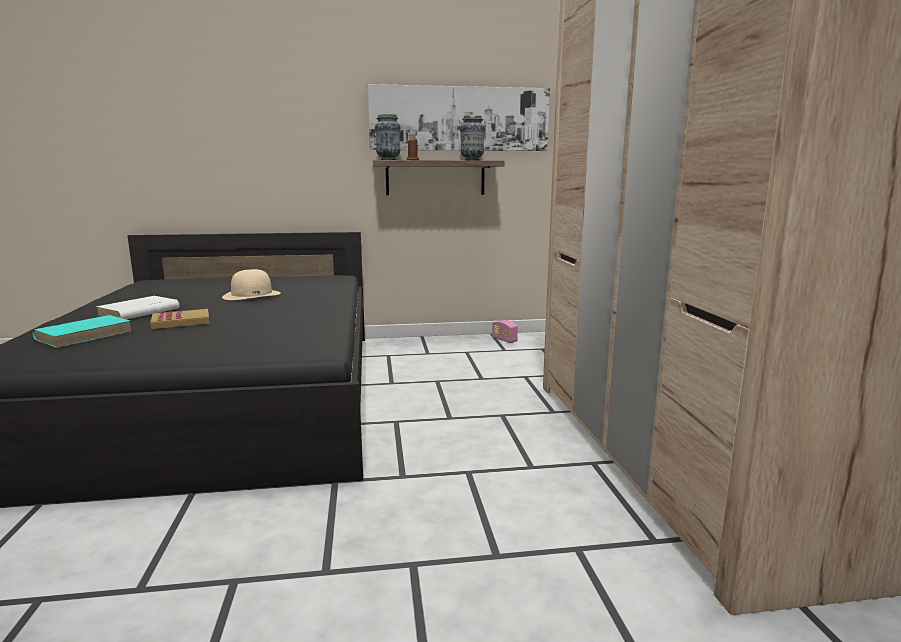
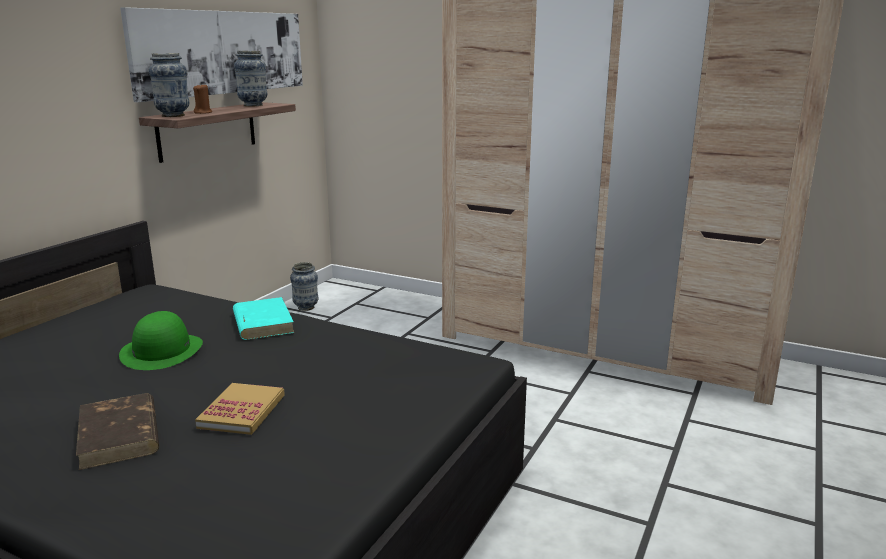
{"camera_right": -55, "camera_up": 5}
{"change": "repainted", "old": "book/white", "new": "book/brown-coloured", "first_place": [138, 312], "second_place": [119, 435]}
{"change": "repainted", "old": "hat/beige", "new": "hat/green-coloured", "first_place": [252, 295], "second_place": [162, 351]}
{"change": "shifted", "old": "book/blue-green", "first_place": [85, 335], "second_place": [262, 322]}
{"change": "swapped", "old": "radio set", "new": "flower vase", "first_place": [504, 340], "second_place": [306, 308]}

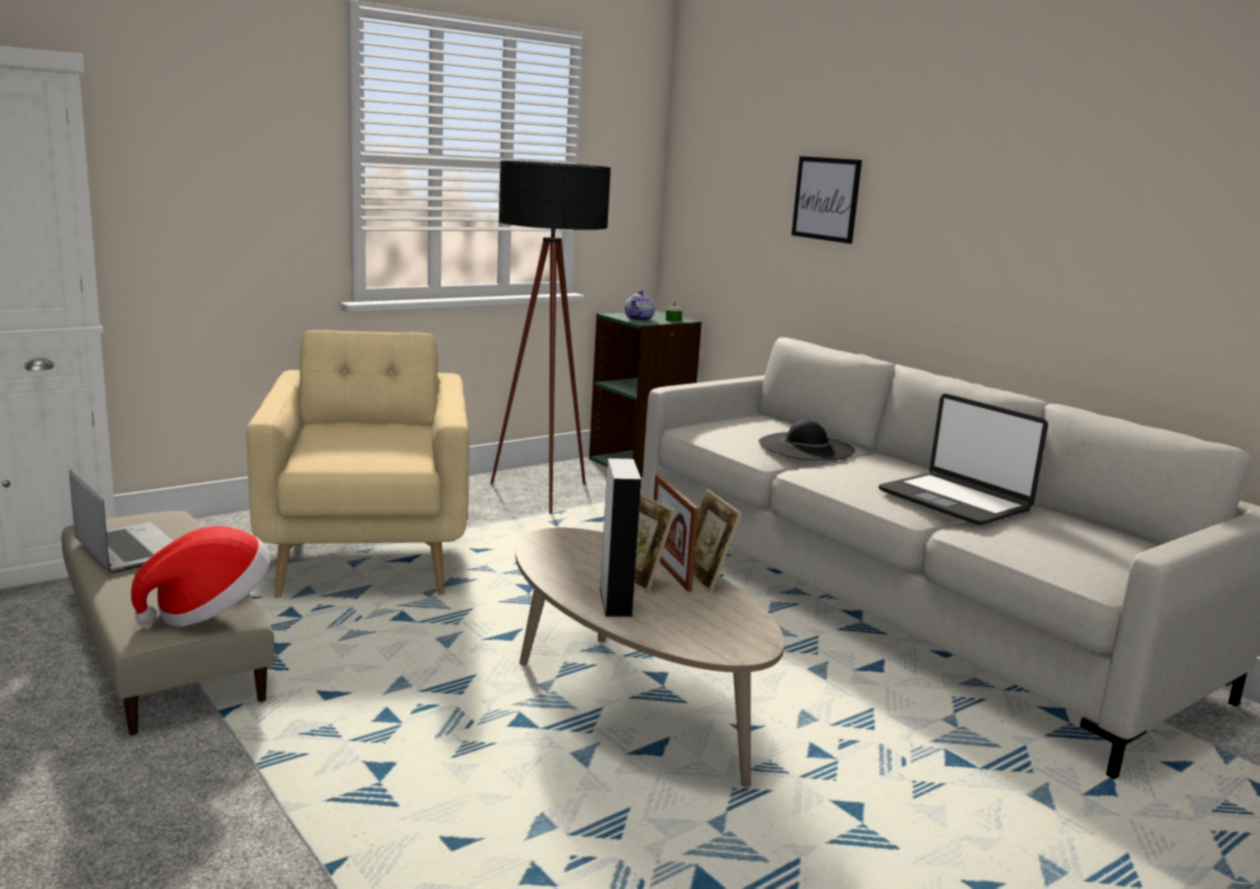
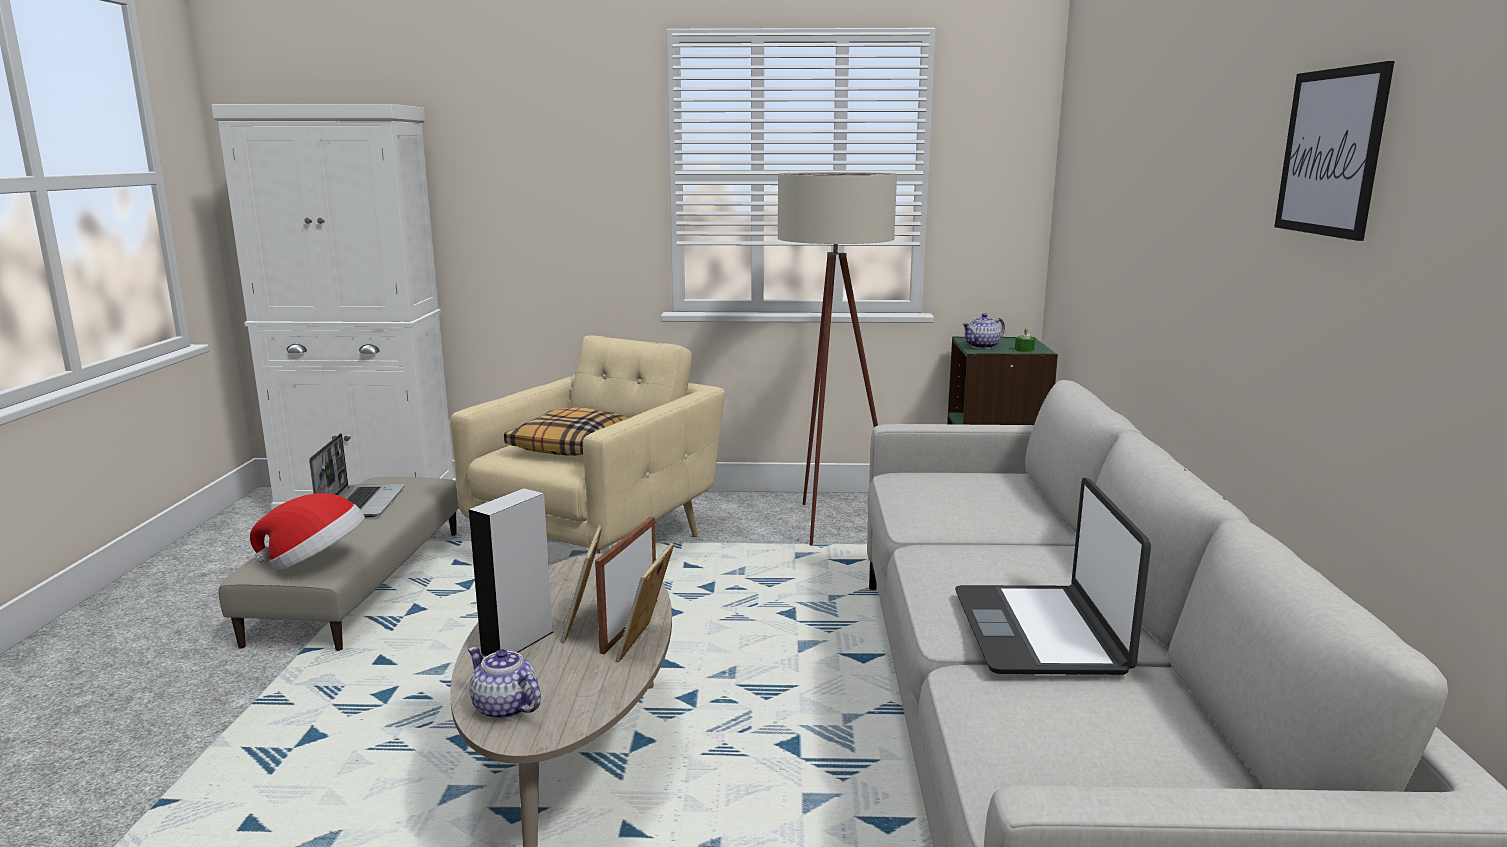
{"camera_right": 40, "camera_up": 0}
{"change": "new", "new": "teapot", "second_place": [505, 708]}
{"change": "new", "new": "throw pillow", "second_place": [573, 446]}
{"change": "repainted", "old": "standing lamp/black", "new": "standing lamp/beige", "first_place": [542, 498], "second_place": [830, 528]}
{"change": "shifted", "old": "wall picture", "first_place": [826, 199], "second_place": [1331, 152]}
{"change": "gone", "old": "hat/black", "first_place": [806, 447]}

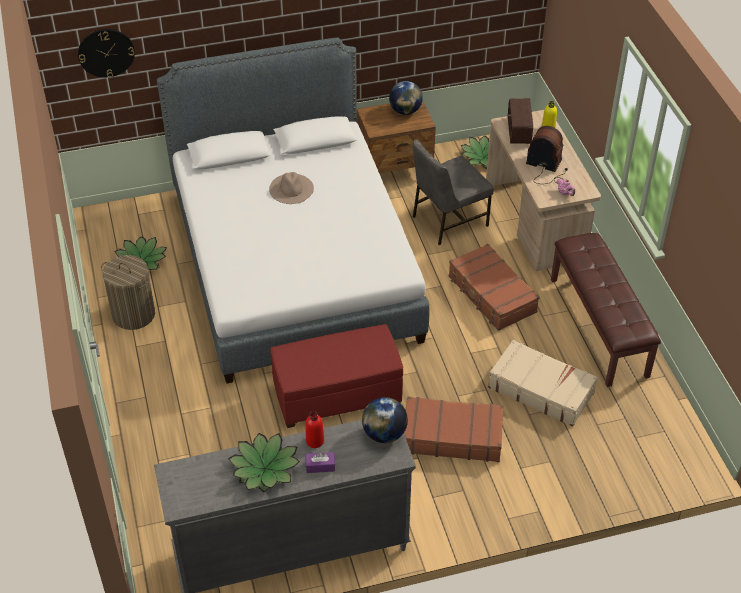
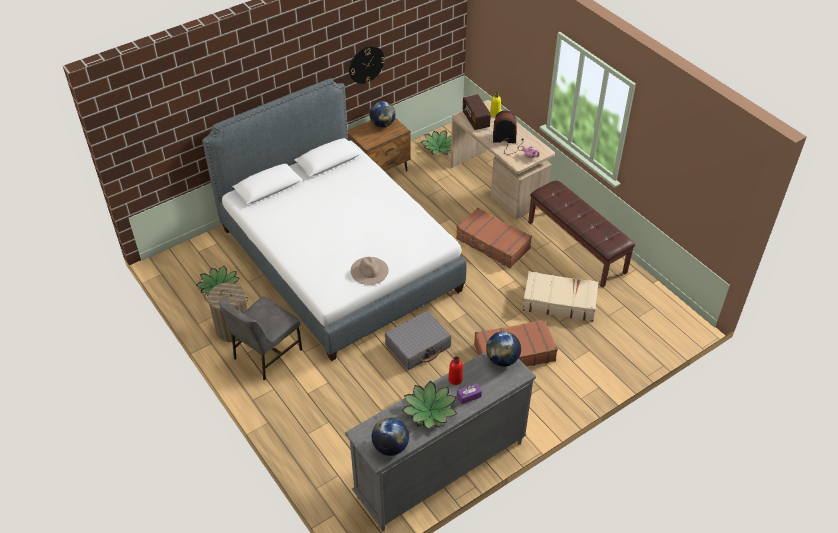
{"camera_right": -20, "camera_up": 0}
{"change": "shifted", "old": "plain chair/greyish", "first_place": [448, 220], "second_place": [266, 354]}
{"change": "shifted", "old": "wall clock", "first_place": [106, 52], "second_place": [366, 64]}
{"change": "shifted", "old": "hat/beige", "first_place": [291, 188], "second_place": [369, 270]}
{"change": "new", "new": "world globe", "second_place": [390, 447]}
{"change": "swapped", "old": "footrest/red-coloured", "new": "travel case/greyish", "first_place": [337, 395], "second_place": [418, 346]}

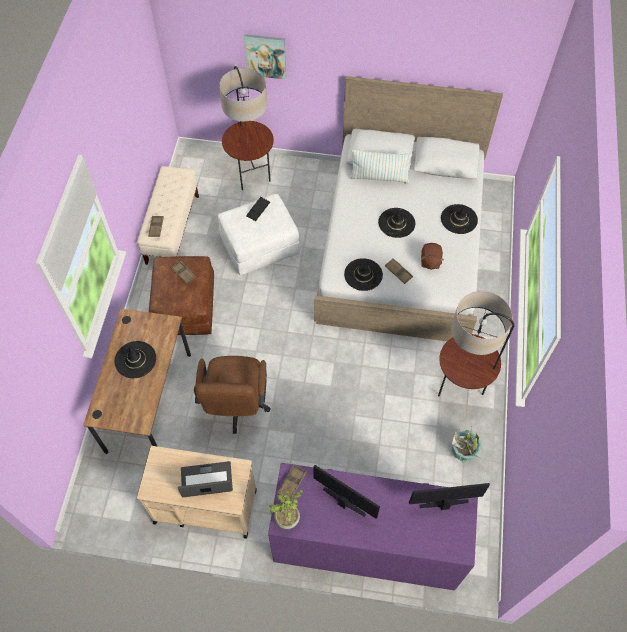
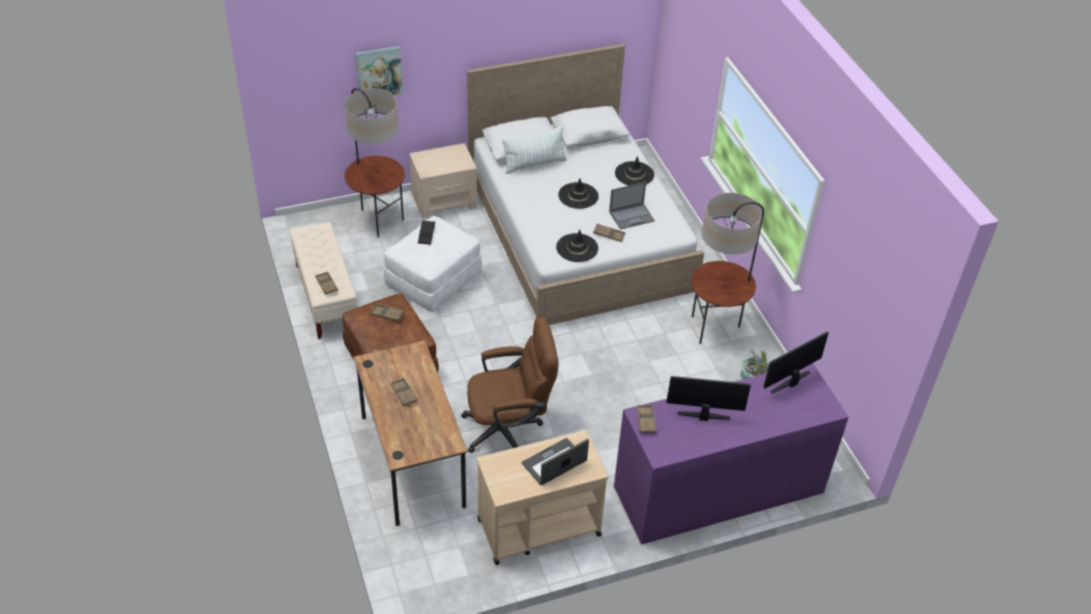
{"camera_right": -30, "camera_up": -15}
{"change": "swapped", "old": "hat/black", "new": "carrying tray/brown-coloured", "first_place": [135, 360], "second_place": [404, 394]}
{"change": "new", "new": "night table/beige", "second_place": [444, 200]}
{"change": "rotated", "old": "office chair/brown-coloured", "first_place": [236, 407], "second_place": [509, 428], "degrees": -75}
{"change": "swapped", "old": "soft toy/brown-coloured", "new": "laptop", "first_place": [430, 261], "second_place": [632, 216]}
{"change": "gone", "old": "houseplant", "first_place": [287, 519]}

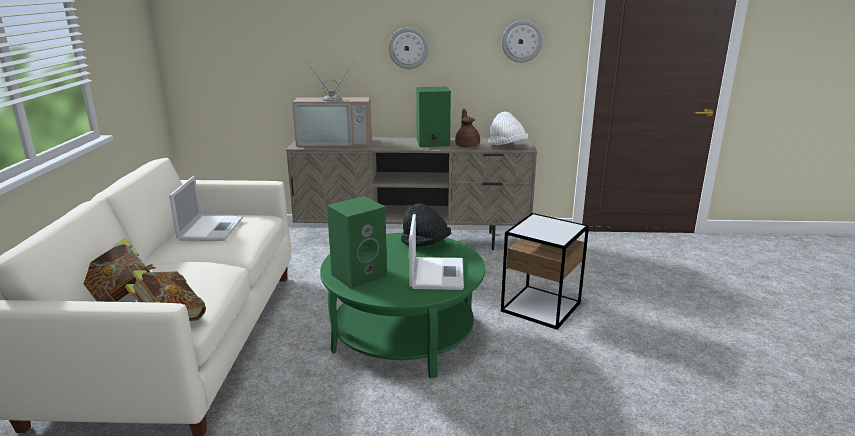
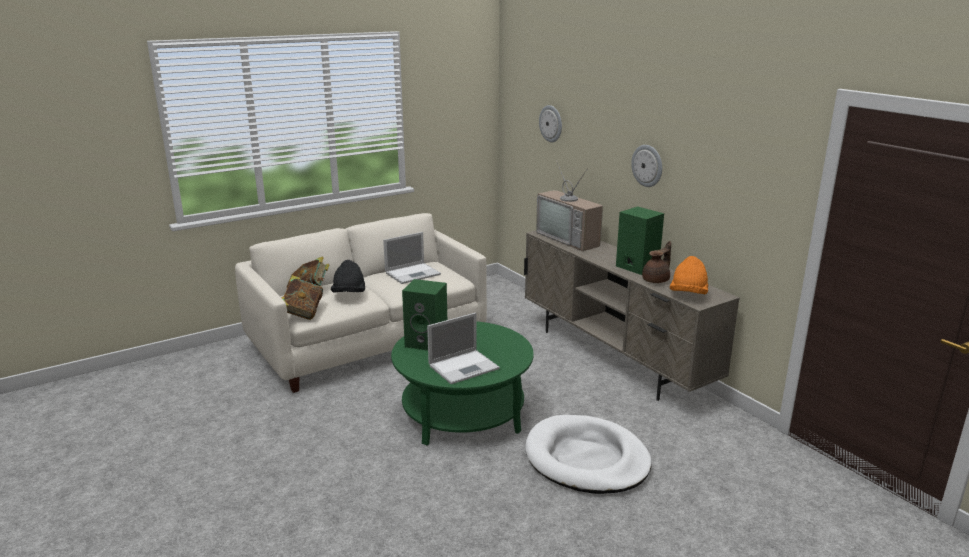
{"camera_right": 55, "camera_up": 0}
{"change": "shifted", "old": "hat/black", "first_place": [425, 244], "second_place": [349, 294]}
{"change": "swapped", "old": "accent table", "new": "dog bed/white", "first_place": [541, 307], "second_place": [586, 459]}
{"change": "shifted", "old": "wall clock", "first_place": [522, 41], "second_place": [551, 123]}
{"change": "repainted", "old": "hat/white", "new": "hat/orange-coloured", "first_place": [507, 146], "second_place": [688, 295]}

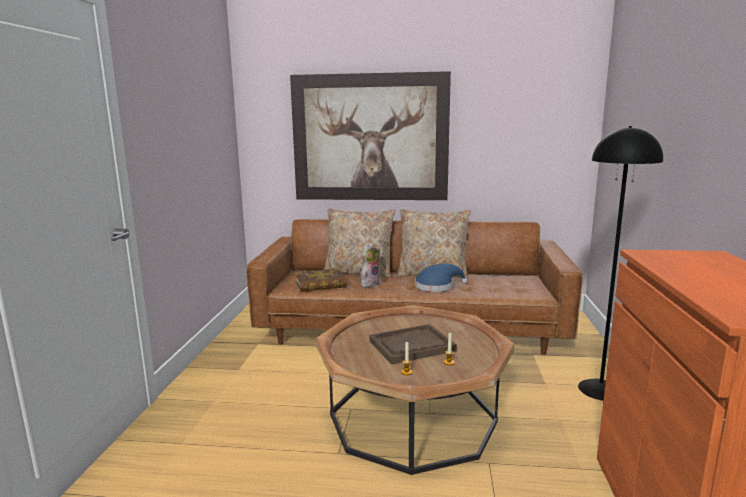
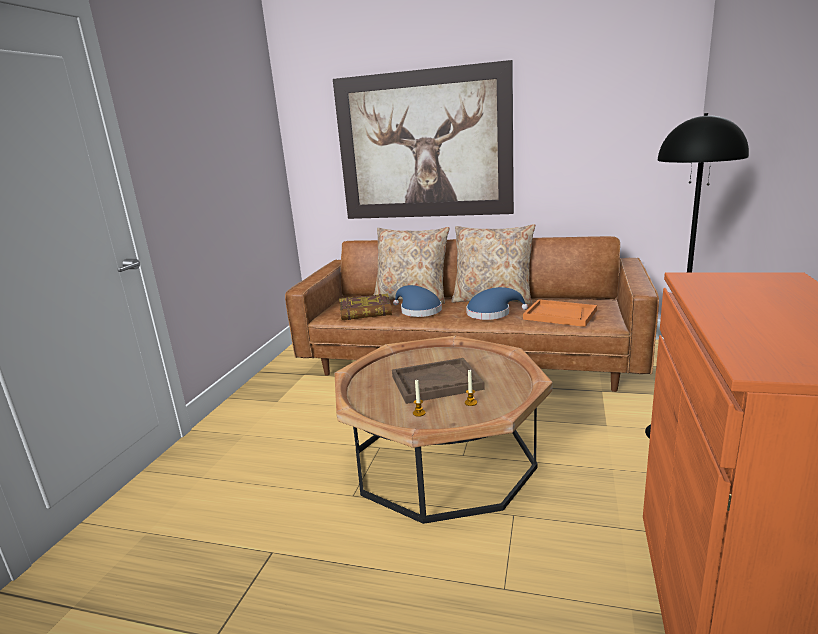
{"camera_right": 10, "camera_up": 5}
{"change": "swapped", "old": "soft toy", "new": "hat/blue", "first_place": [369, 284], "second_place": [418, 311]}
{"change": "new", "new": "carrying tray/orange-coloured", "second_place": [560, 315]}

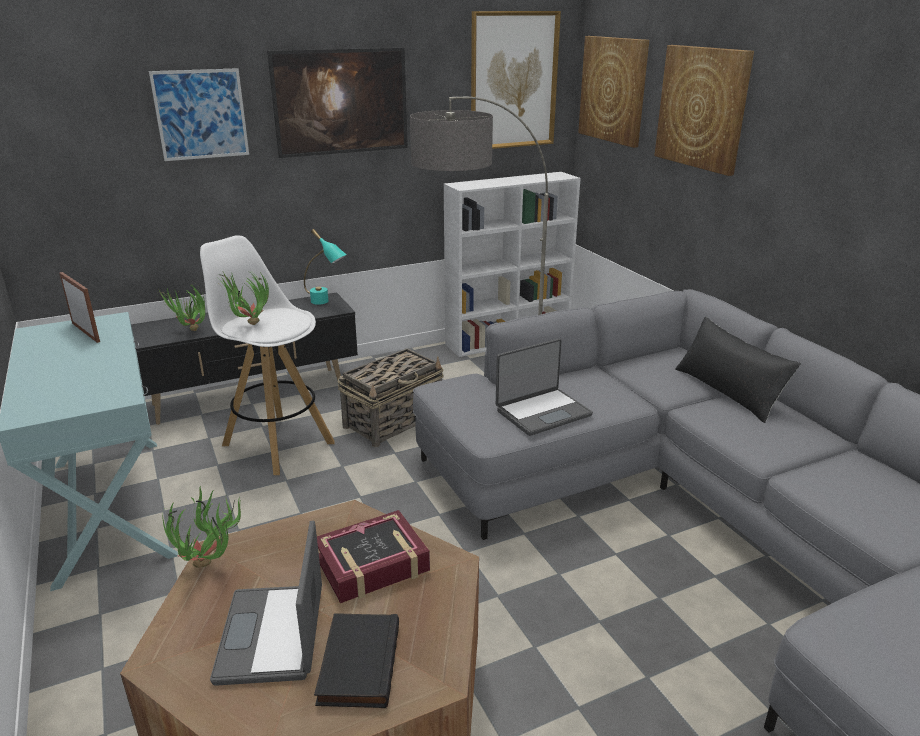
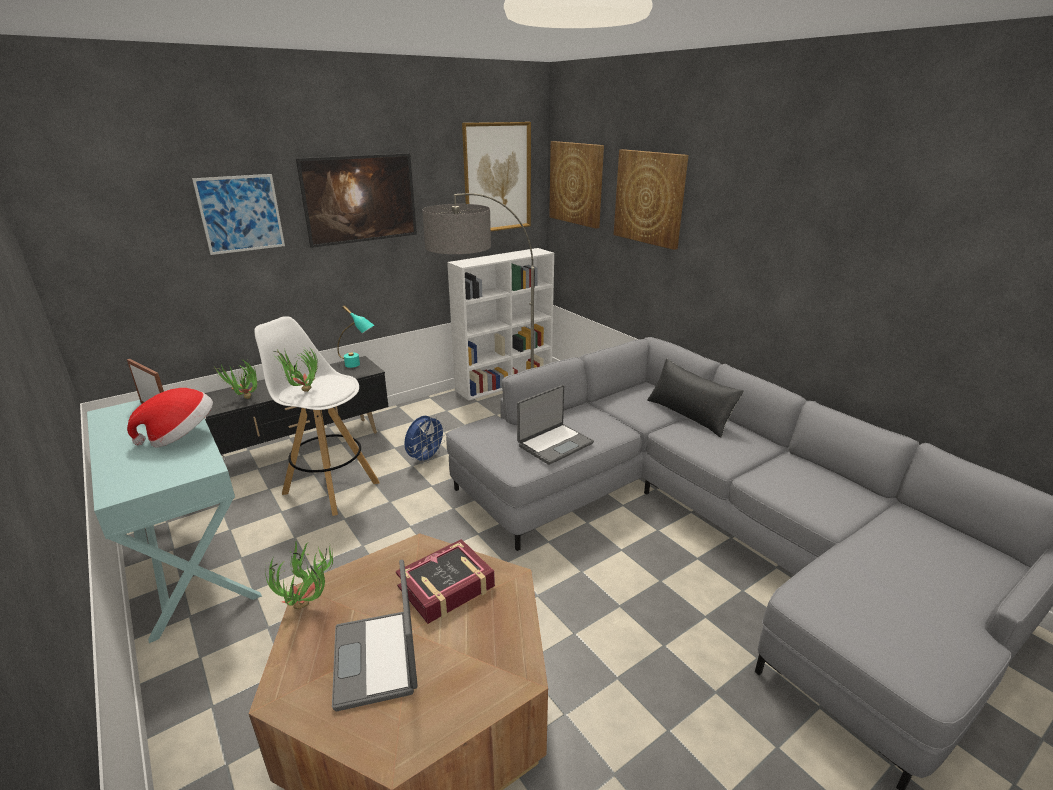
{"camera_right": -10, "camera_up": 0}
{"change": "new", "new": "hat", "second_place": [181, 436]}
{"change": "swapped", "old": "basket", "new": "fan/blue", "first_place": [394, 421], "second_place": [426, 459]}
{"change": "gone", "old": "book/black", "first_place": [357, 663]}

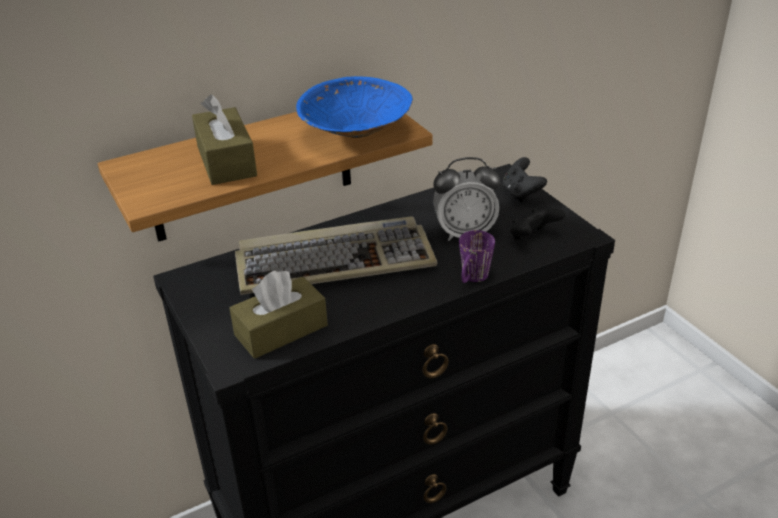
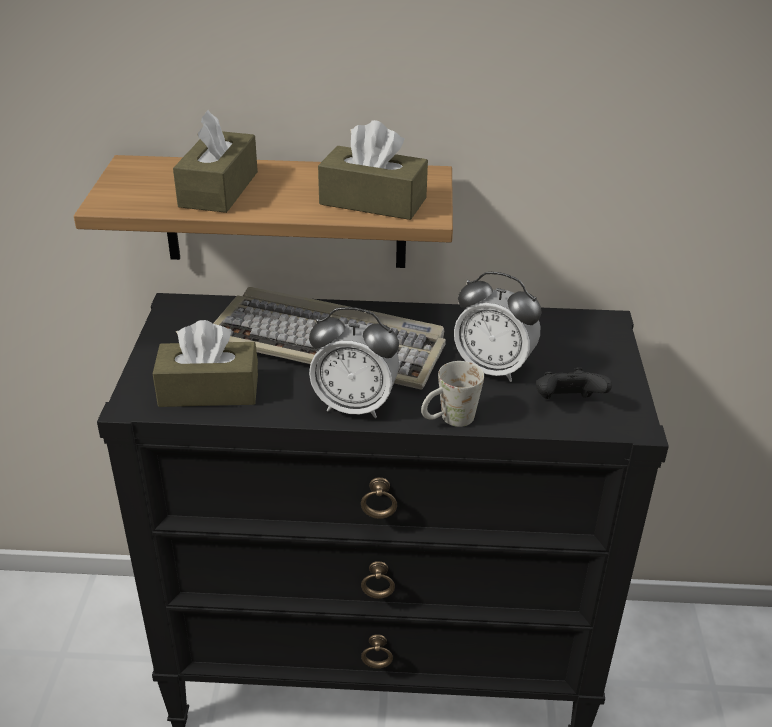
{"camera_right": 30, "camera_up": 0}
{"change": "new", "new": "bedside clock", "second_place": [354, 406]}
{"change": "swapped", "old": "serving bowl/blue", "new": "tissue box/brown-coloured", "first_place": [355, 132], "second_place": [373, 201]}
{"change": "repainted", "old": "mug/purple", "new": "mug/white", "first_place": [472, 279], "second_place": [449, 420]}
{"change": "gone", "old": "gamepad/black", "first_place": [521, 193]}

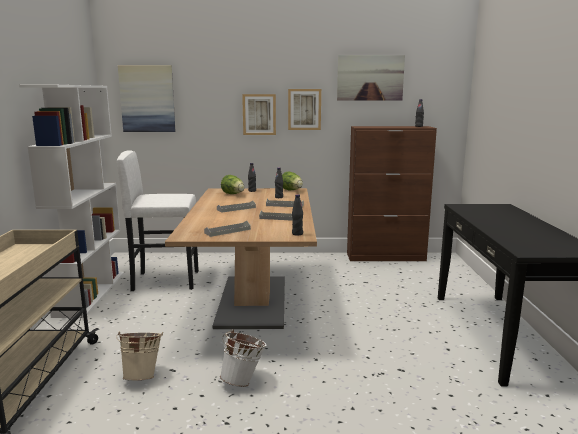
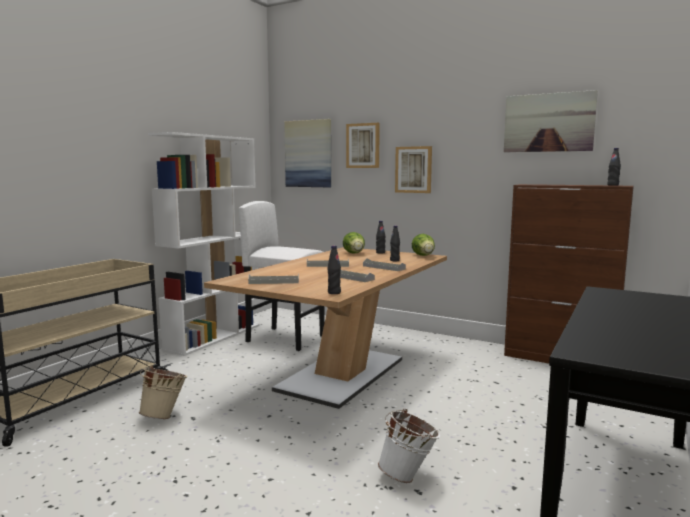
{"camera_right": 30, "camera_up": -5}
{"change": "shifted", "old": "wall picture", "first_place": [304, 109], "second_place": [363, 145]}
{"change": "shifted", "old": "pail/white", "first_place": [243, 381], "second_place": [408, 476]}

